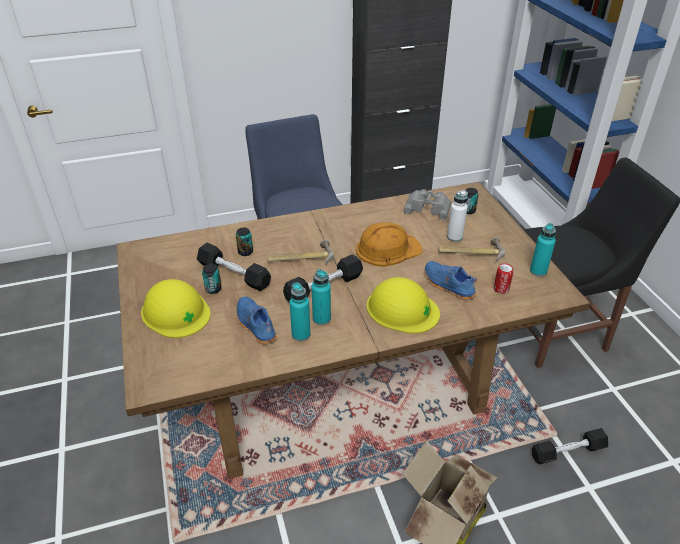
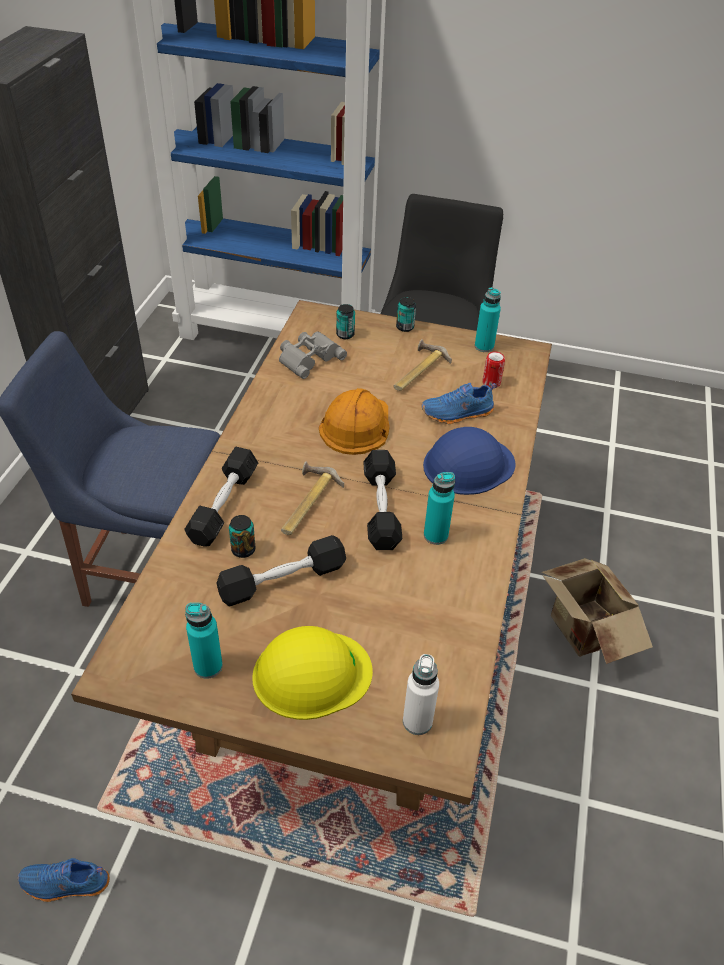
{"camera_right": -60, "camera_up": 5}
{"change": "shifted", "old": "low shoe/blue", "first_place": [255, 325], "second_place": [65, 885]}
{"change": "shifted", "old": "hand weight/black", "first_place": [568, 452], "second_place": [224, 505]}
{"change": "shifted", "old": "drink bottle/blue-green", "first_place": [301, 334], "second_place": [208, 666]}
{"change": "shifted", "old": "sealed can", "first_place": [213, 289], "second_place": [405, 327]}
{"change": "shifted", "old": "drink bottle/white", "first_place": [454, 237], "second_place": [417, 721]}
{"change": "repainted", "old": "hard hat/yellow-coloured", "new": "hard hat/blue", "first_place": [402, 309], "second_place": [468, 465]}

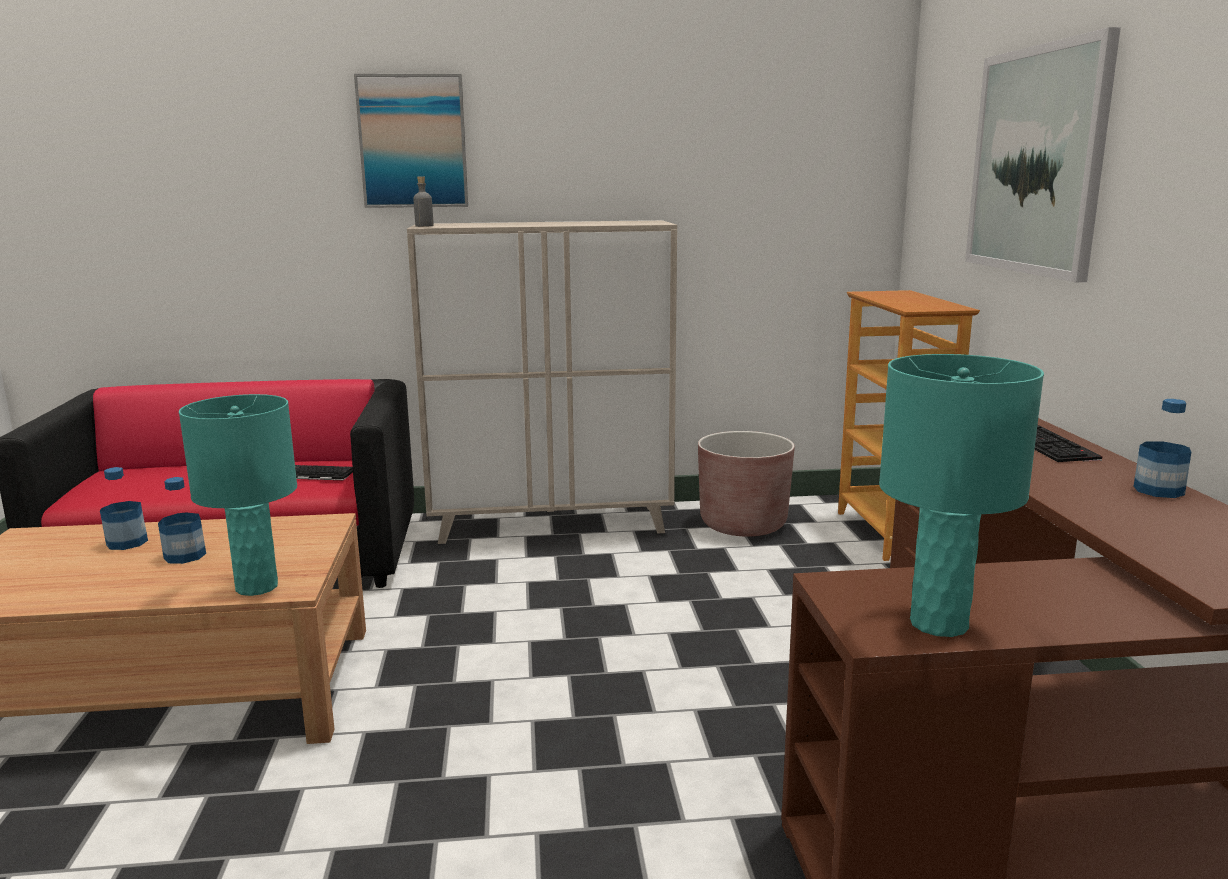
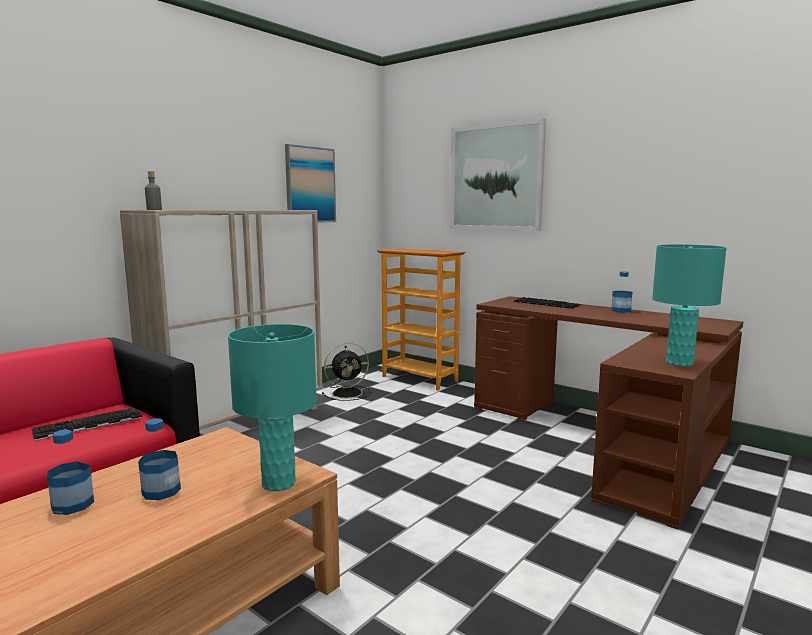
{"camera_right": -45, "camera_up": -5}
{"change": "shifted", "old": "wall picture", "first_place": [413, 142], "second_place": [310, 185]}
{"change": "swapped", "old": "flower pot/brown-coloured", "new": "fan/black", "first_place": [743, 524], "second_place": [348, 393]}

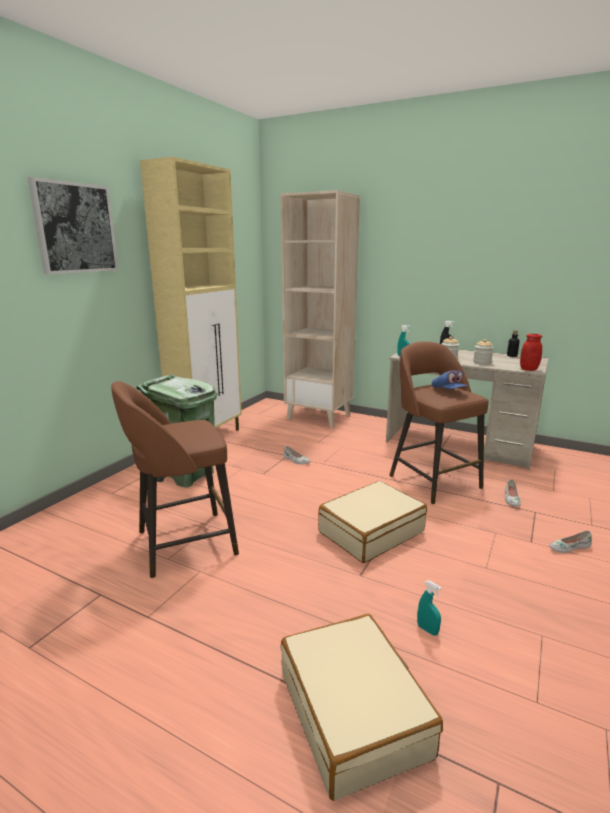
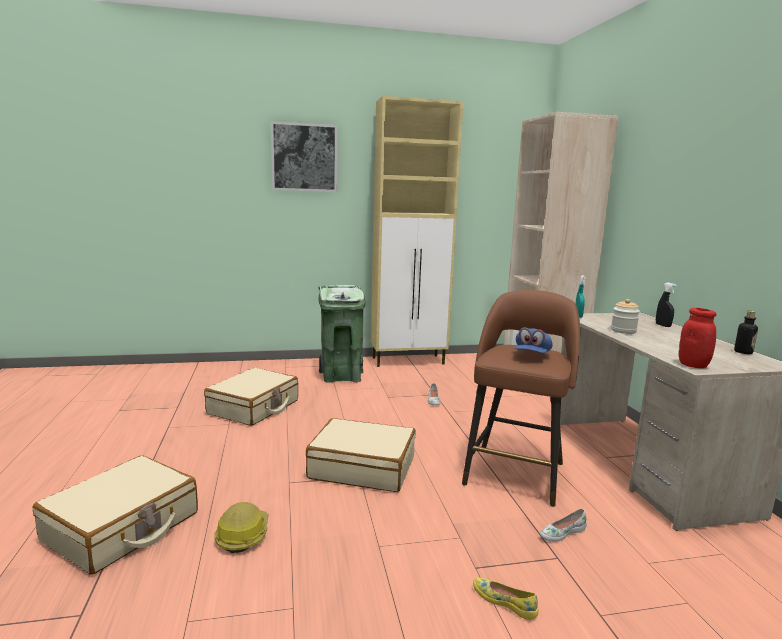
{"camera_right": 50, "camera_up": -5}
{"change": "swapped", "old": "sitting stool/brown-coloured", "new": "travel case/beige", "first_place": [183, 543], "second_place": [254, 407]}
{"change": "swapped", "old": "hand sprayer/blue-green", "new": "hard hat", "first_place": [427, 630], "second_place": [242, 535]}
{"change": "repainted", "old": "low shoe/white", "new": "low shoe/yellow-coloured", "first_place": [568, 547], "second_place": [504, 601]}
{"change": "gone", "old": "preserve jar", "first_place": [482, 362]}

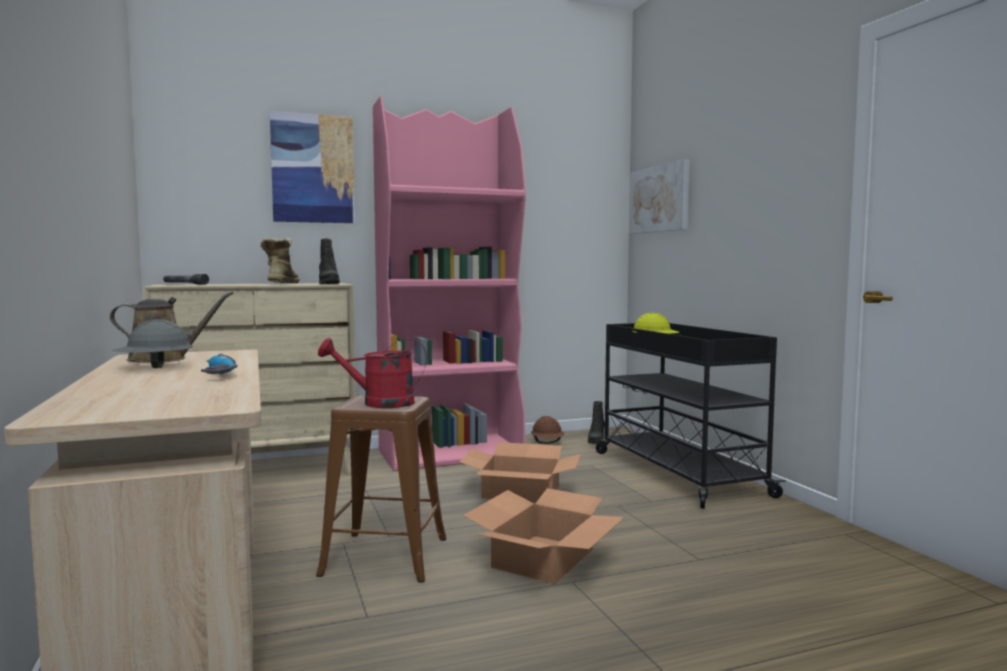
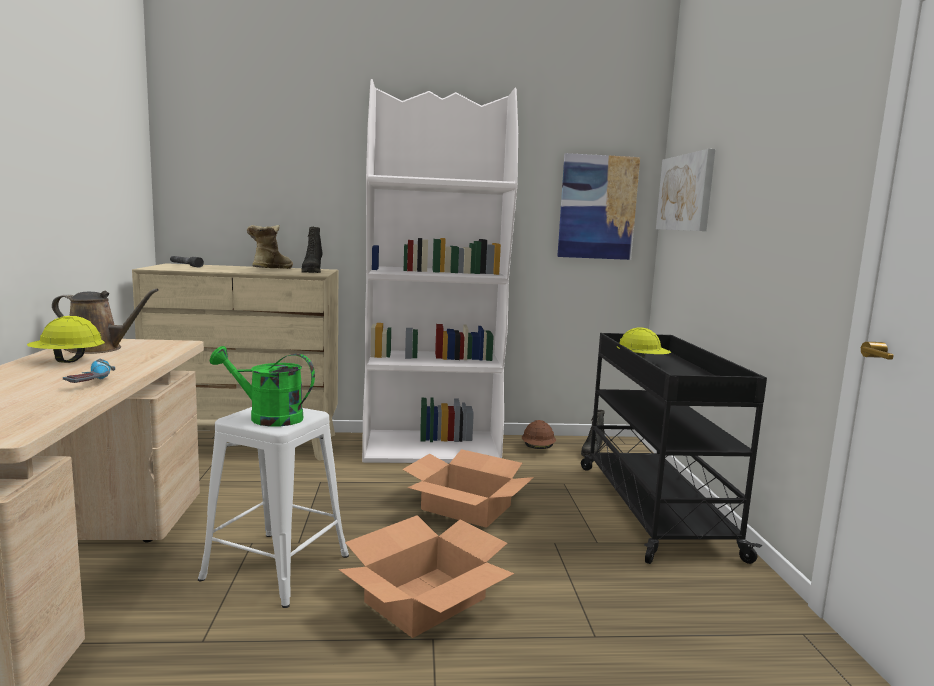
{"camera_right": 15, "camera_up": 5}
{"change": "repainted", "old": "hard hat/greyish", "new": "hard hat/yellow-coloured", "first_place": [154, 367], "second_place": [67, 361]}
{"change": "repainted", "old": "sitting stool/brown-coloured", "new": "sitting stool/white", "first_place": [385, 556], "second_place": [276, 567]}
{"change": "repainted", "old": "watering pot/red-coloured", "new": "watering pot/green-coloured", "first_place": [379, 403], "second_place": [267, 417]}
{"change": "repainted", "old": "bookshelf/pink", "new": "bookshelf/white", "first_place": [451, 453], "second_place": [432, 449]}
{"change": "shifted", "old": "wall picture", "first_place": [313, 169], "second_place": [597, 207]}

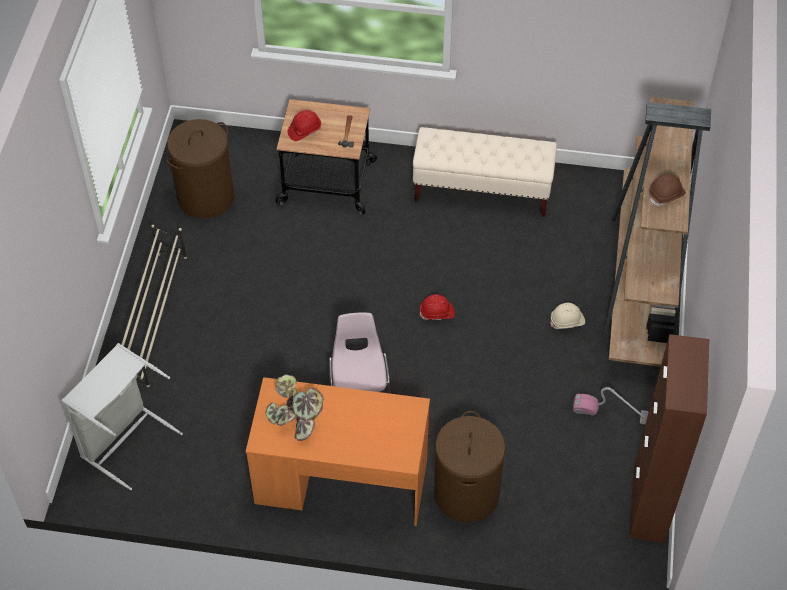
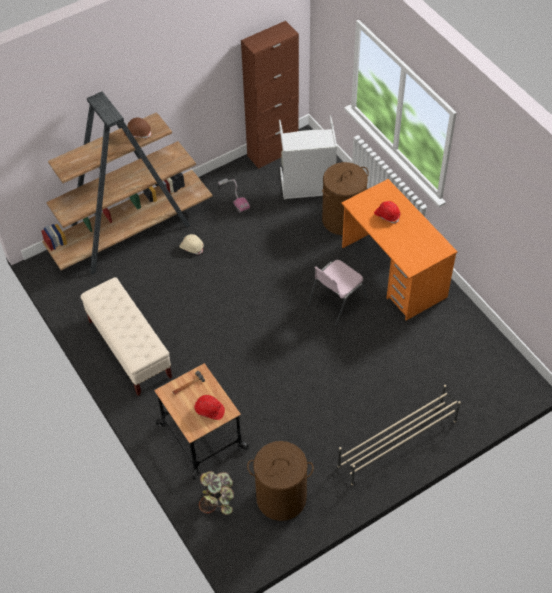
{"camera_right": -130, "camera_up": 0}
{"change": "shifted", "old": "houseplant", "first_place": [297, 420], "second_place": [217, 498]}
{"change": "shifted", "old": "hamper/greyish", "first_place": [124, 440], "second_place": [307, 186]}
{"change": "shifted", "old": "hard hat/red-coloured", "first_place": [437, 313], "second_place": [387, 215]}

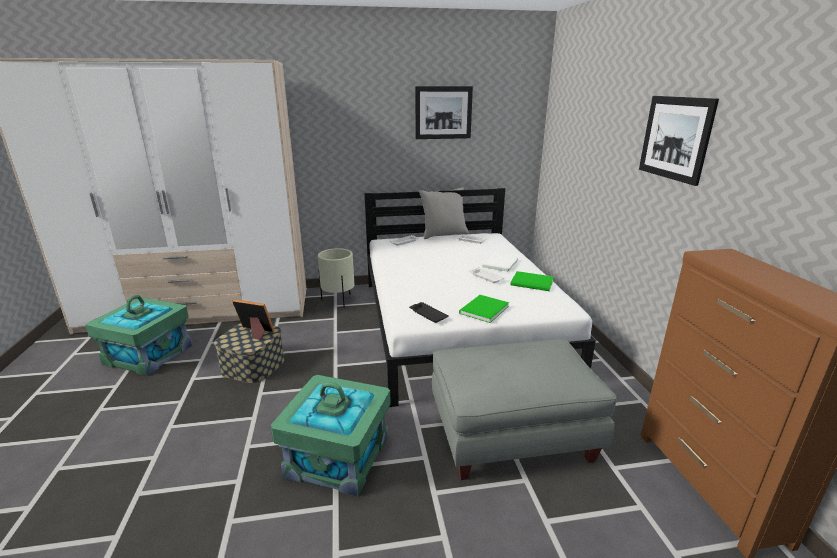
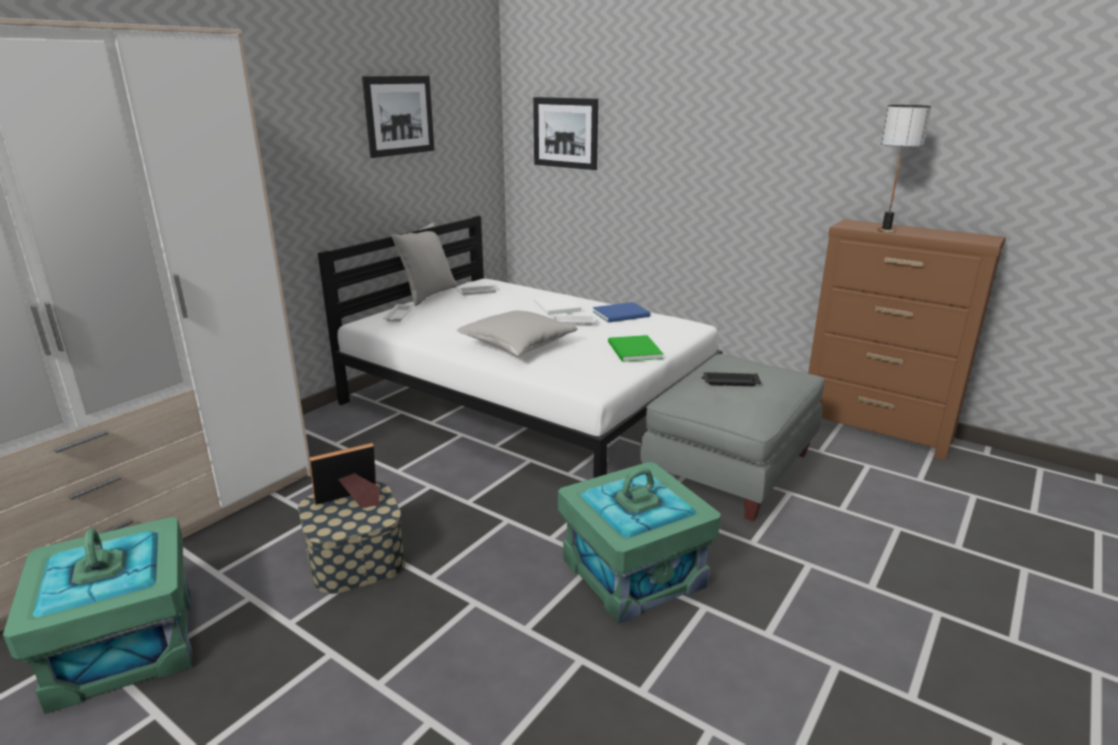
{"camera_right": -45, "camera_up": 0}
{"change": "new", "new": "throw pillow/greyish", "second_place": [517, 345]}
{"change": "shifted", "old": "wall picture", "first_place": [675, 138], "second_place": [565, 133]}
{"change": "repainted", "old": "book/green-coloured", "new": "book/blue", "first_place": [533, 283], "second_place": [623, 314]}
{"change": "shifted", "old": "carrying tray/black", "first_place": [427, 314], "second_place": [729, 382]}
{"change": "new", "new": "tabletop lamp", "second_place": [886, 230]}
{"change": "gone", "old": "flower pot/beige", "first_place": [338, 300]}

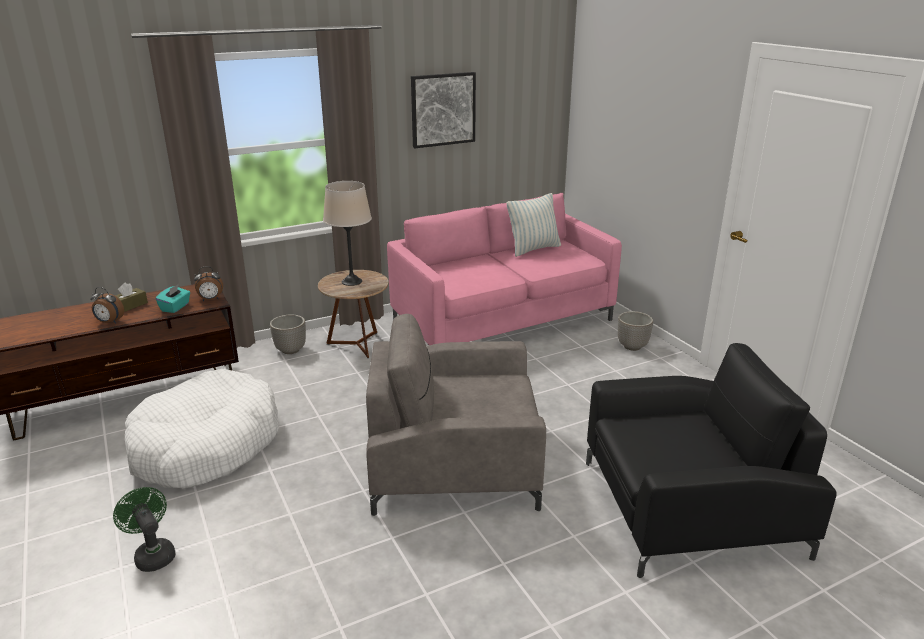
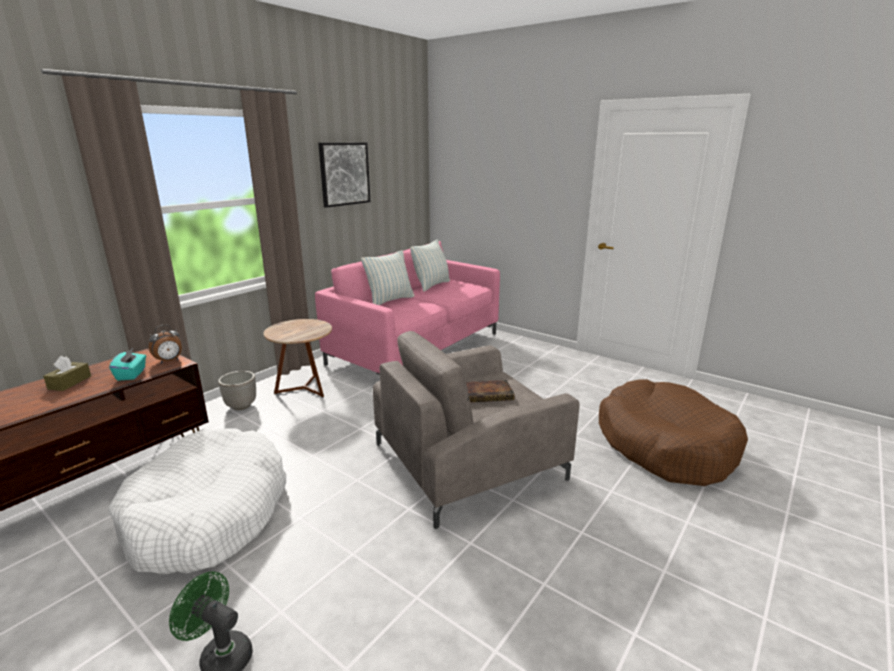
{"camera_right": -25, "camera_up": -5}
{"change": "new", "new": "throw pillow", "second_place": [390, 300]}
{"change": "new", "new": "book", "second_place": [488, 394]}
{"change": "swapped", "old": "easy chair/black", "new": "dog bed/brown-coloured", "first_place": [689, 507], "second_place": [664, 445]}
{"change": "gone", "old": "bedside clock", "first_place": [109, 322]}
{"change": "gone", "old": "tabletop lamp/beige", "first_place": [351, 281]}
{"change": "gone", "old": "flower pot", "first_place": [632, 347]}

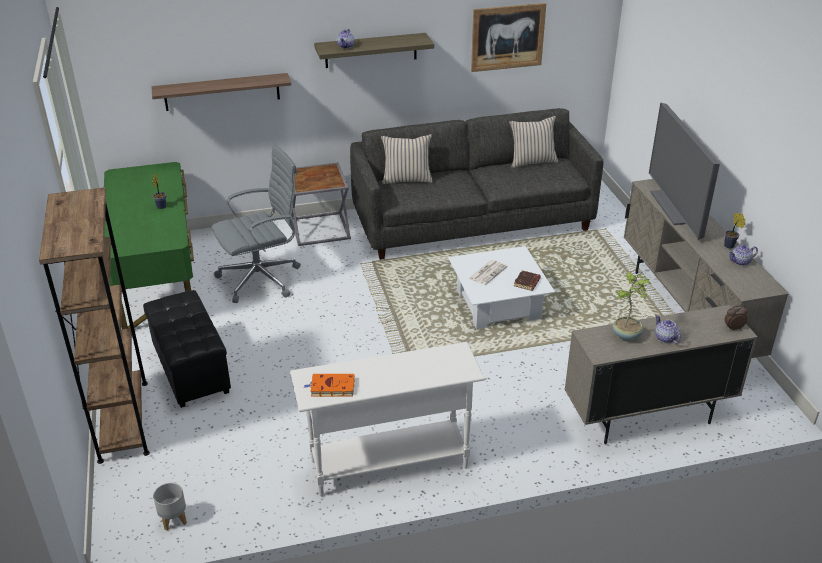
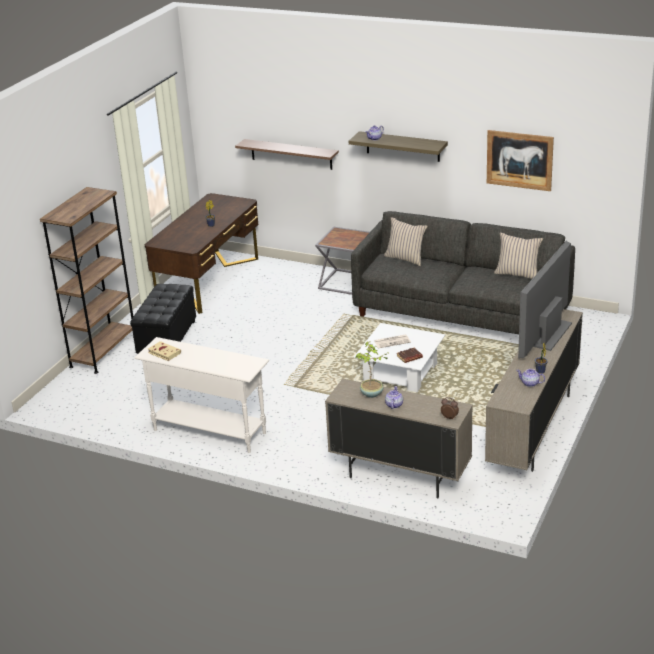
{"camera_right": 40, "camera_up": -5}
{"change": "repainted", "old": "desk/green-coloured", "new": "desk/brown-coloured", "first_place": [158, 280], "second_place": [209, 281]}
{"change": "repainted", "old": "book/orange-coloured", "new": "book/beige", "first_place": [331, 387], "second_place": [163, 353]}
{"change": "gone", "old": "flower pot/greyish", "first_place": [173, 520]}
{"change": "gone", "old": "office chair/greyish", "first_place": [262, 278]}

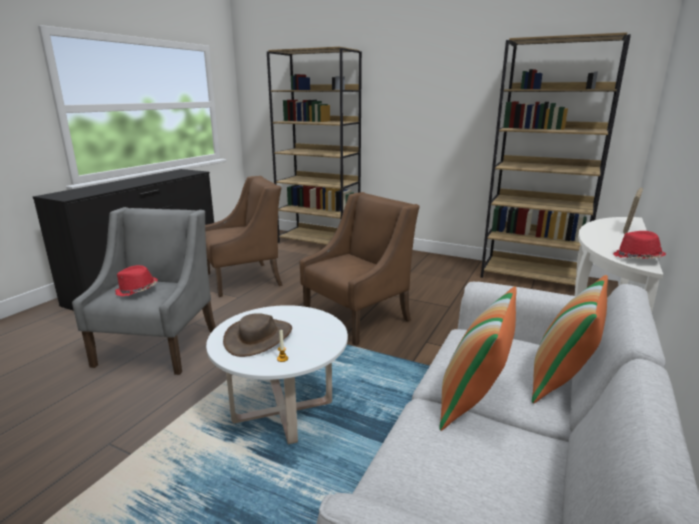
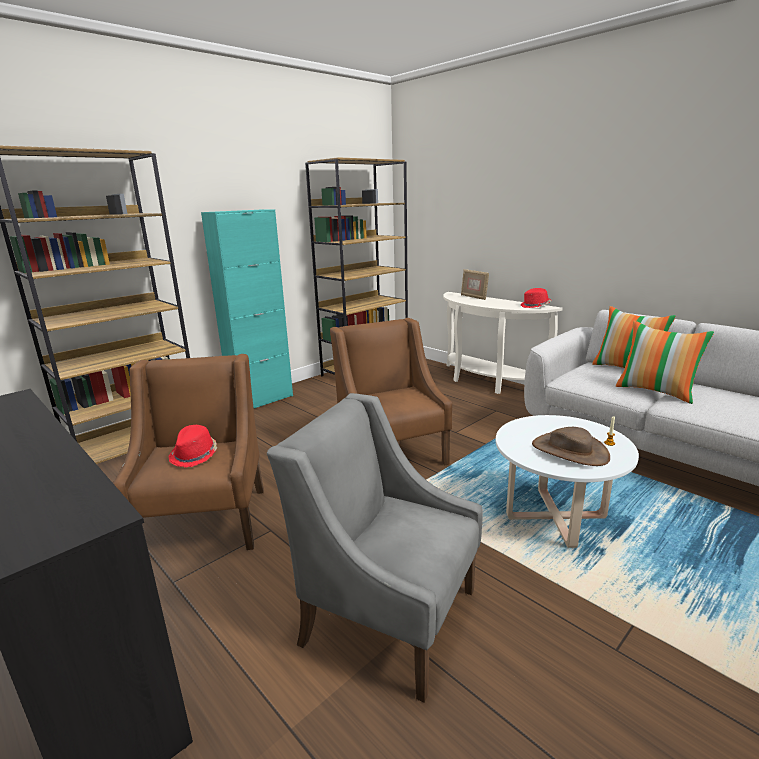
{"camera_right": -70, "camera_up": 0}
{"change": "shifted", "old": "hat/red-coloured", "first_place": [137, 290], "second_place": [195, 455]}
{"change": "new", "new": "cupboard/blue-green", "second_place": [261, 401]}

